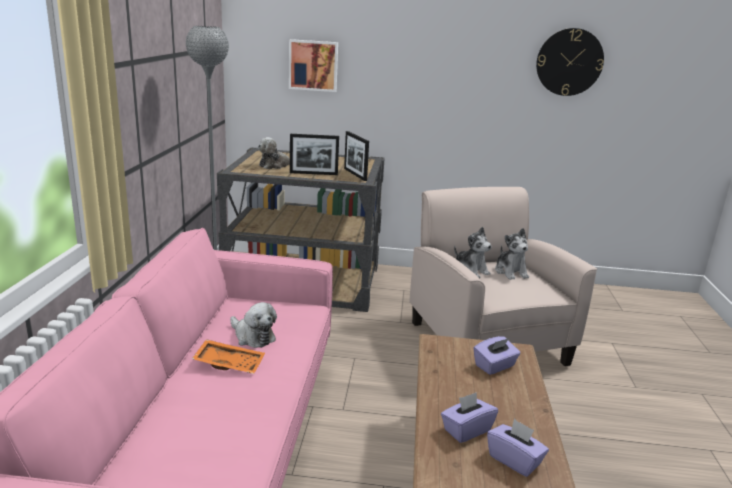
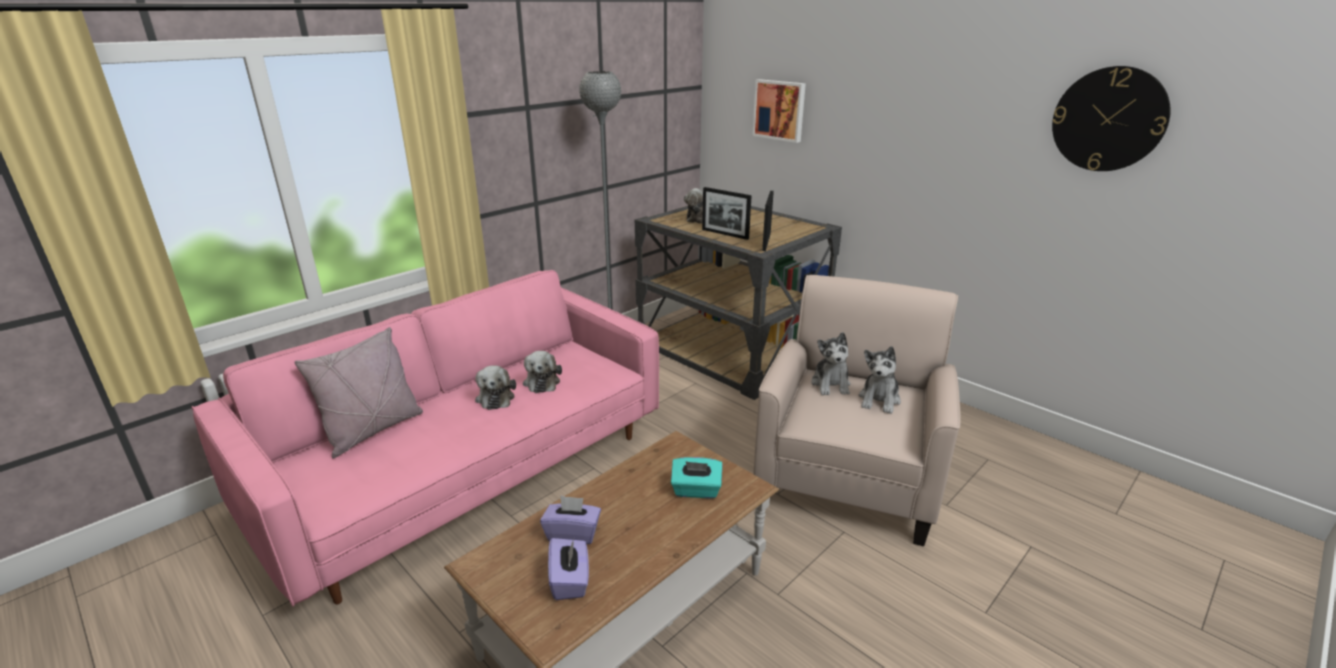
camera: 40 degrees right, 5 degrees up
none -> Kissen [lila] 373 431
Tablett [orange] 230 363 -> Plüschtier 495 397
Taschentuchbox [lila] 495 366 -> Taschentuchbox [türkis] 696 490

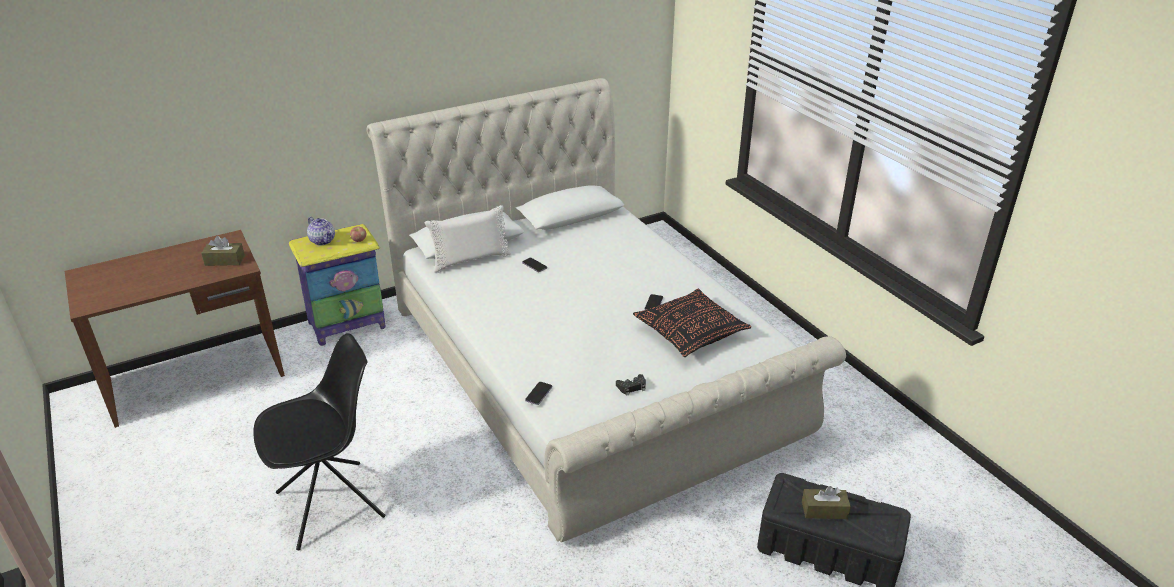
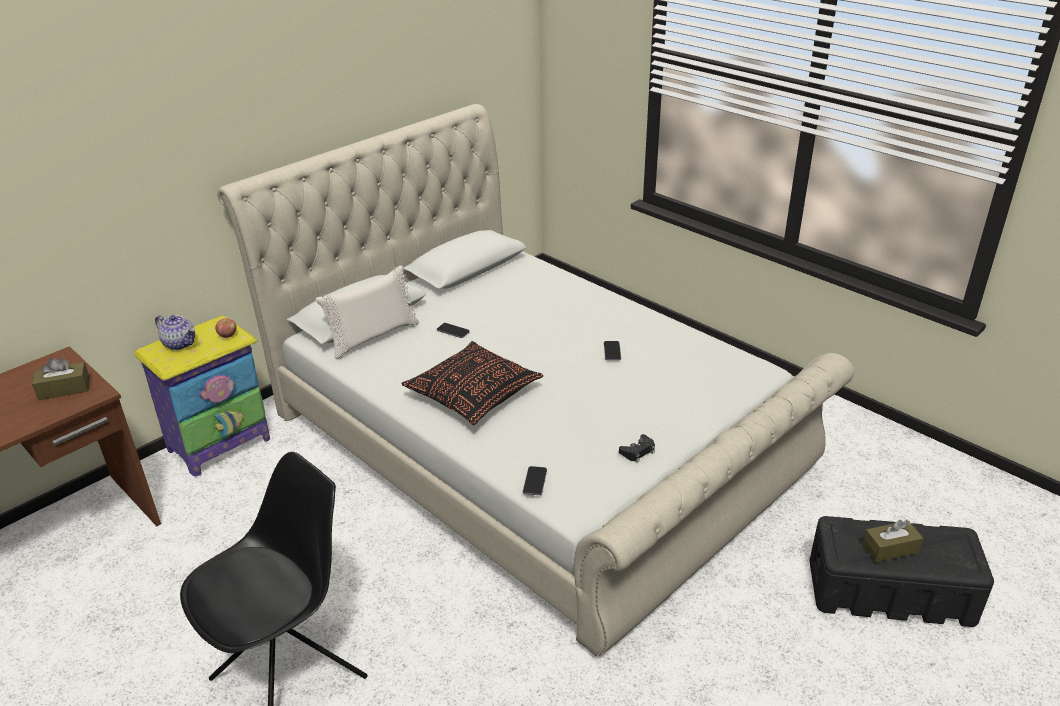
camera: 15 degrees left, 0 degrees up
Kissen [schwarz] 690 333 -> Kissen [schwarz] 474 395, shifted

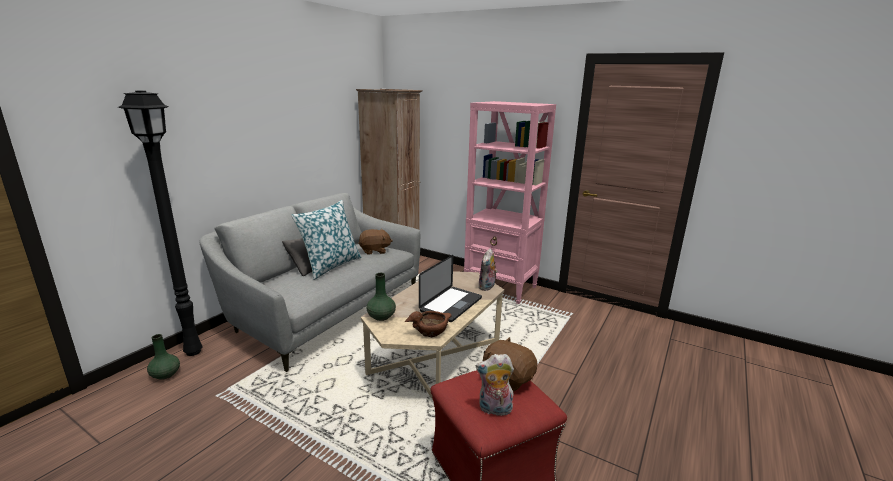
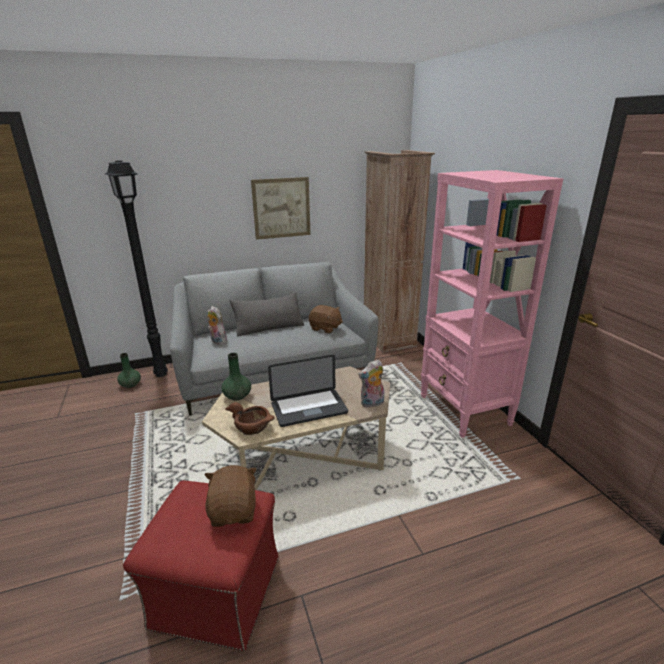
camera: 40 degrees right, 5 degrees up
Kissen 330 265 -> none
none -> Bild 281 208
Plüschtier 494 410 -> Plüschtier 217 341, shifted

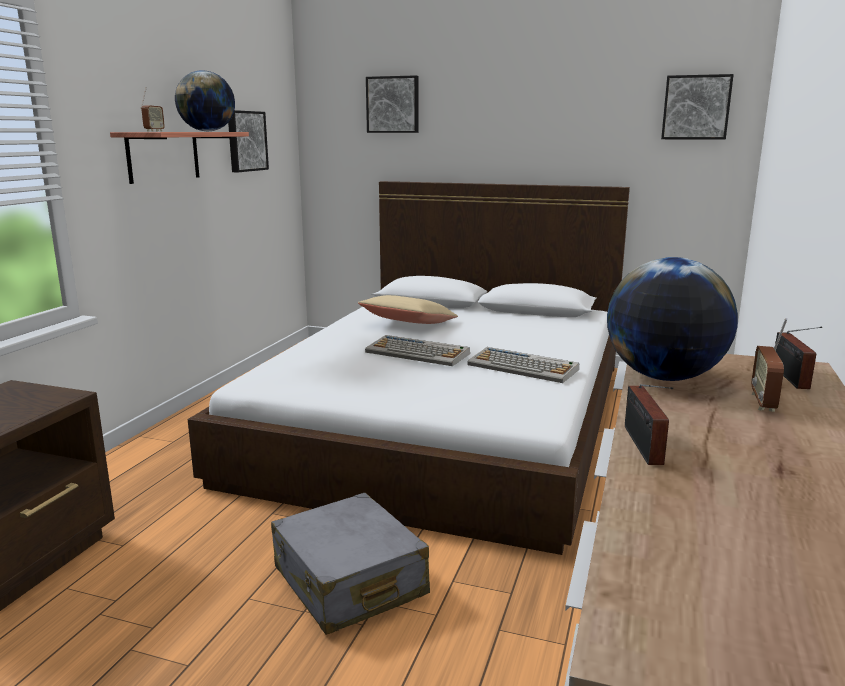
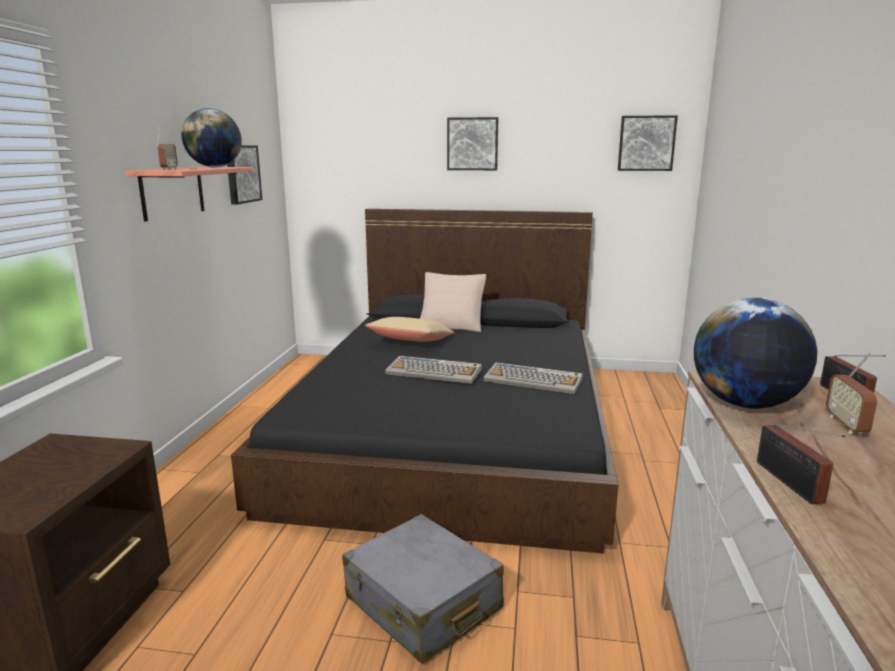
camera: 10 degrees left, 0 degrees up
none -> Kissen [beige] 452 325
Bild 393 104 -> Bild 472 144, shifted
Bett [weiß] 447 417 -> Bett [schwarz] 454 426

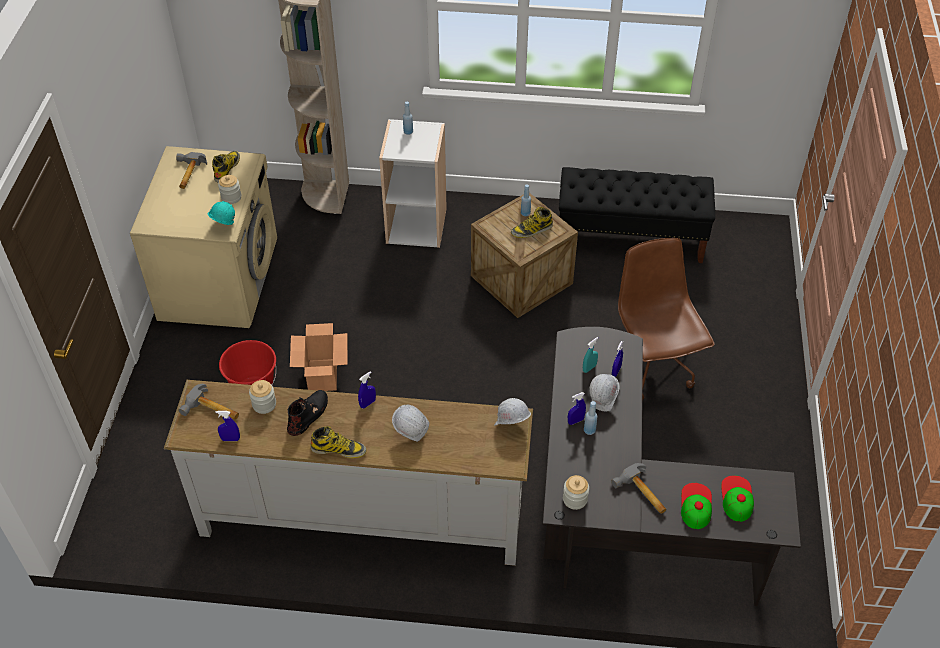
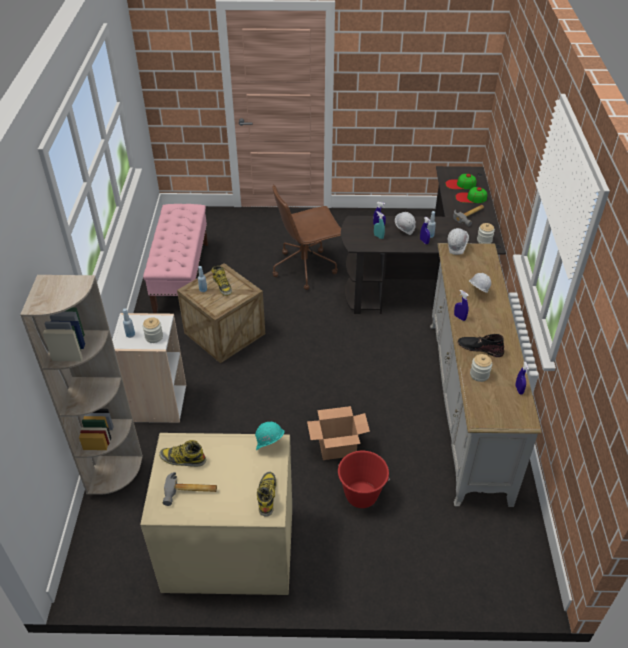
camera: 95 degrees left, 5 degrees down
Hammer 212 411 -> none
Vorratsglas 231 197 -> Vorratsglas 154 337, shifted
Stiefel 339 449 -> Stiefel 267 495, shifted
Bank [schwarz] 630 239 -> Bank [rosa] 181 277

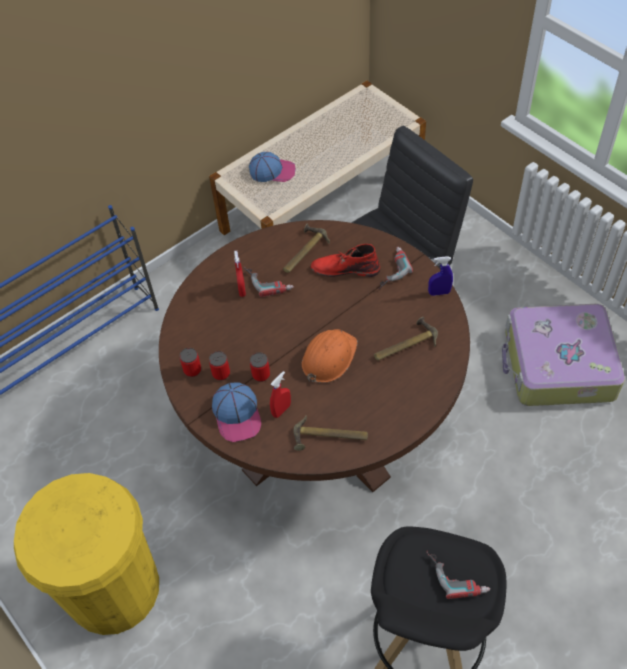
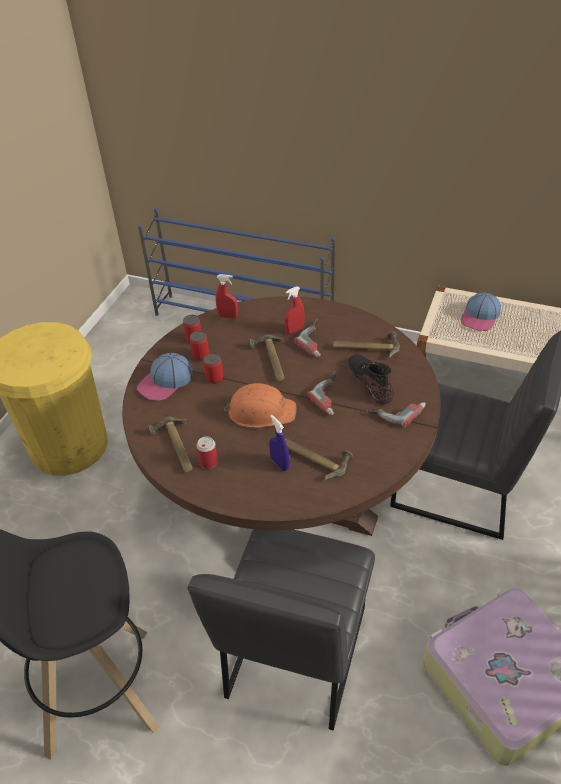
camera: 60 degrees right, 10 degrees down
none -> Stuhl [grau] 294 655
none -> Dose 208 462
none -> Hammer 270 361
Sprühflasche [rot] 281 410 -> Sprühflasche [rot] 228 316, shifted
Bohrmaschine 457 573 -> Bohrmaschine 332 396, shifted
Sprühflasche [blau] 439 293 -> Sprühflasche [blau] 279 463, shifted
Stiefel [rot] 345 268 -> Stiefel [schwarz] 370 380
Kappe 272 171 -> Kappe 480 317, 60 degrees clockwise

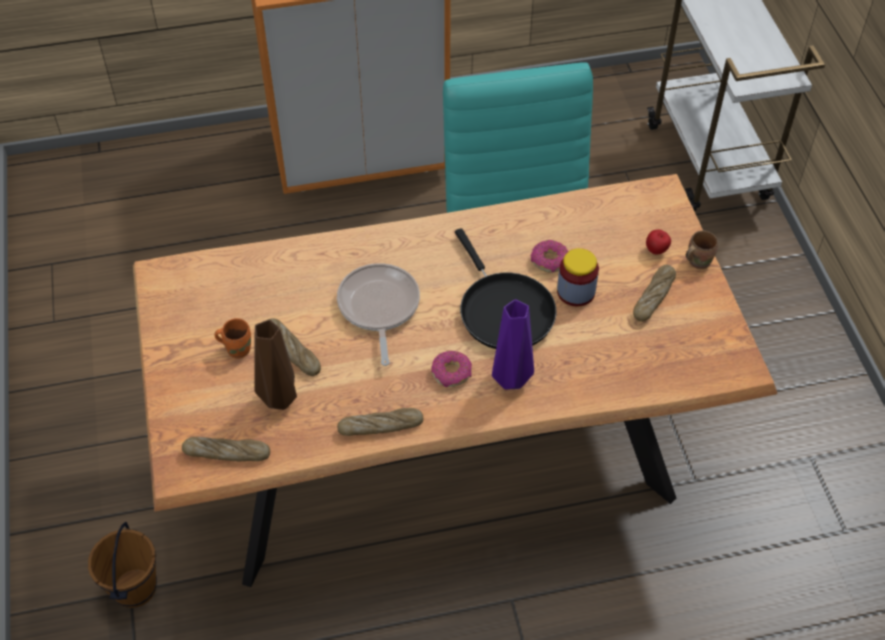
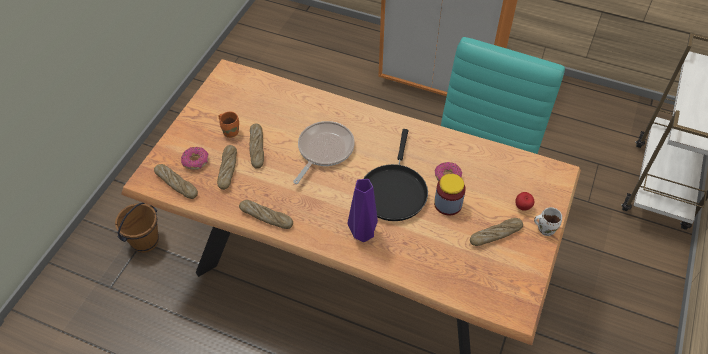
camera: 35 degrees right, 0 degrees up
Donut 451 373 -> Donut 196 161, shifted
Vase [braun] 278 397 -> Brot 227 169
Henkelbecher [braun] 697 261 -> Henkelbecher [weiß] 545 228

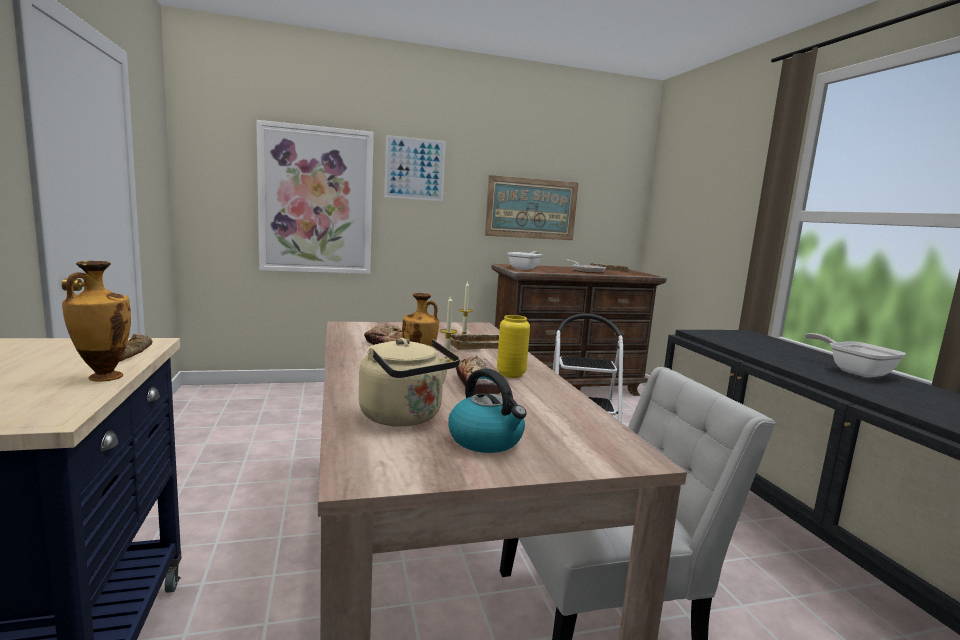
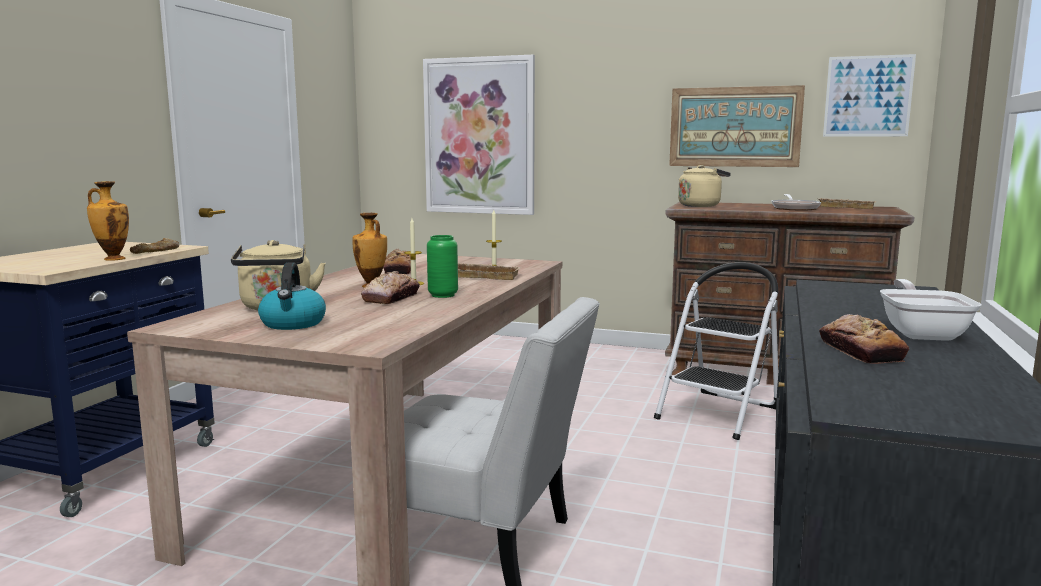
camera: 35 degrees right, 0 degrees up
none -> Brot 860 351
Bild 415 168 -> Bild 868 96, shifted
Pfanne 525 268 -> Wasserkessel [beige] 700 206
Vase [gelb] 511 374 -> Vase [grün] 443 295

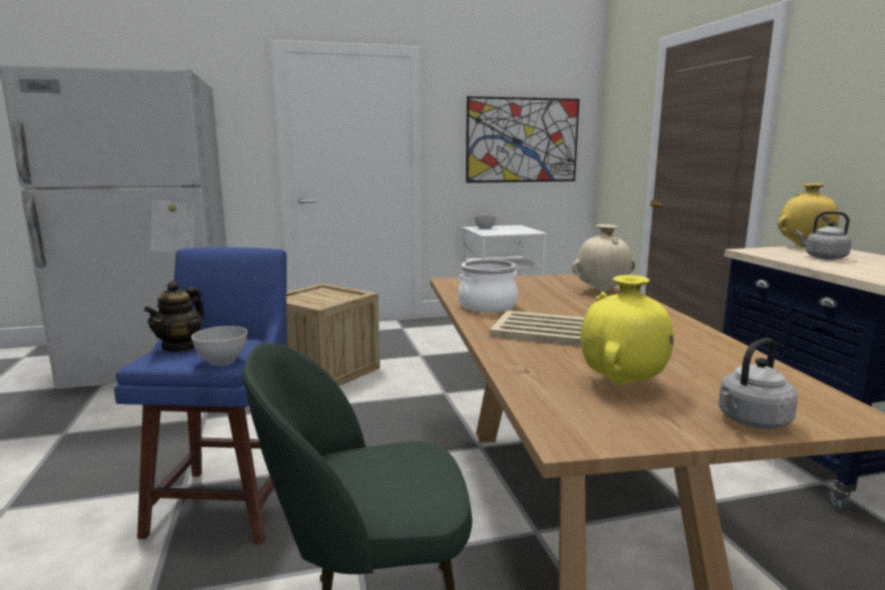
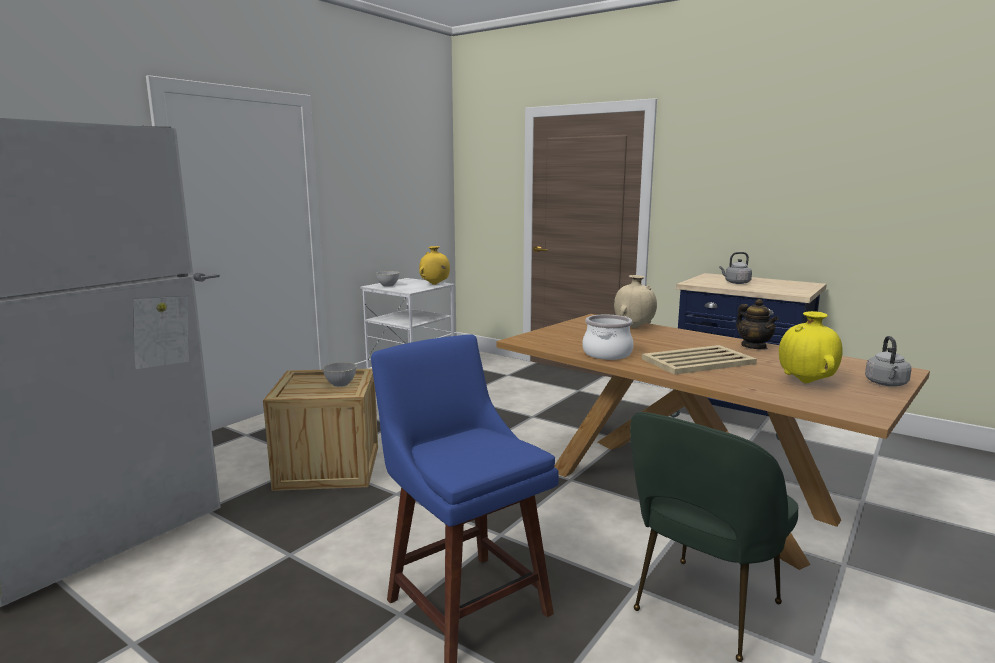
camera: 40 degrees left, 0 degrees up
Bild 522 140 -> none
Teekanne 180 346 -> Teekanne 754 347, shifted
Schüssel [grau] 222 361 -> Schüssel [grau] 340 384, shifted
Vase [gelb] 803 247 -> Vase [gelb] 434 284, shifted

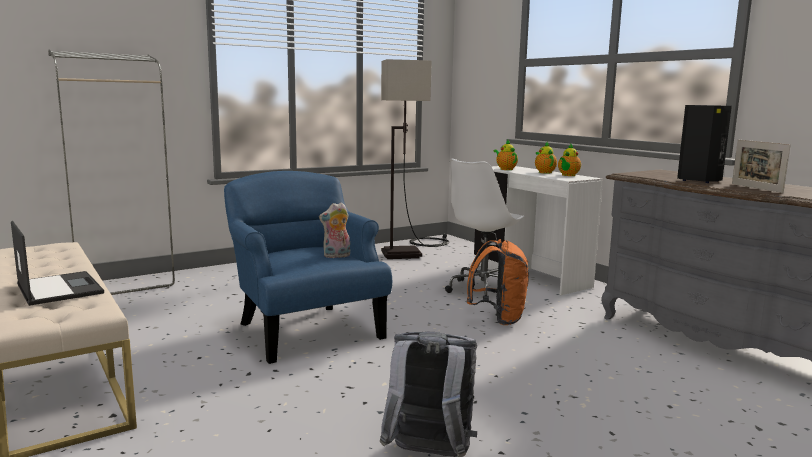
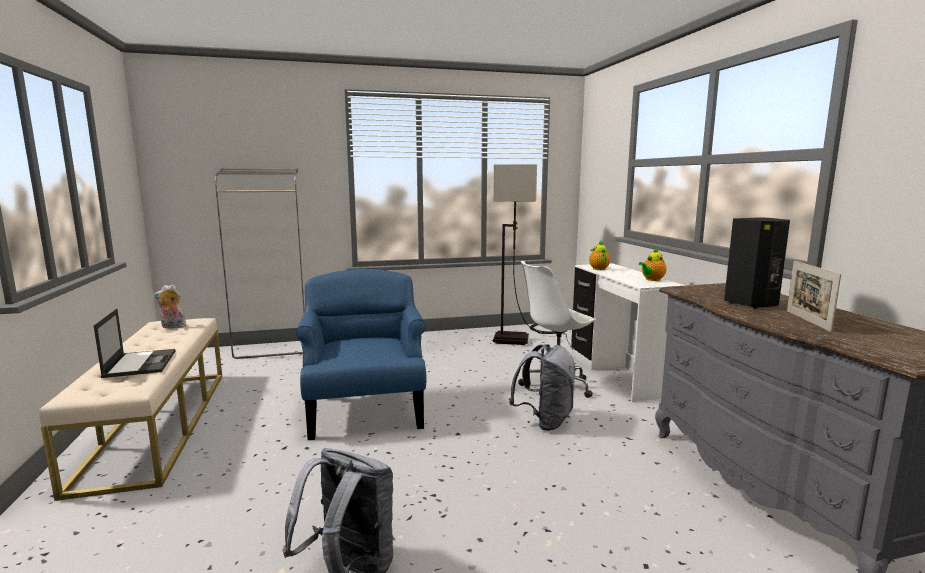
camera: 20 degrees right, 0 degrees up
Teekanne 544 172 -> none
Plüschtier 336 256 -> Plüschtier 172 327, shifted
Rucksack [orange] 498 318 -> Rucksack [grau] 545 421

